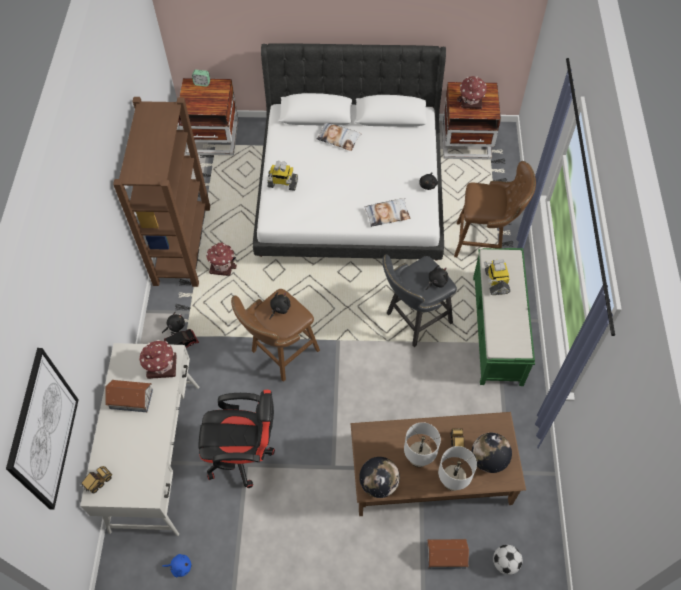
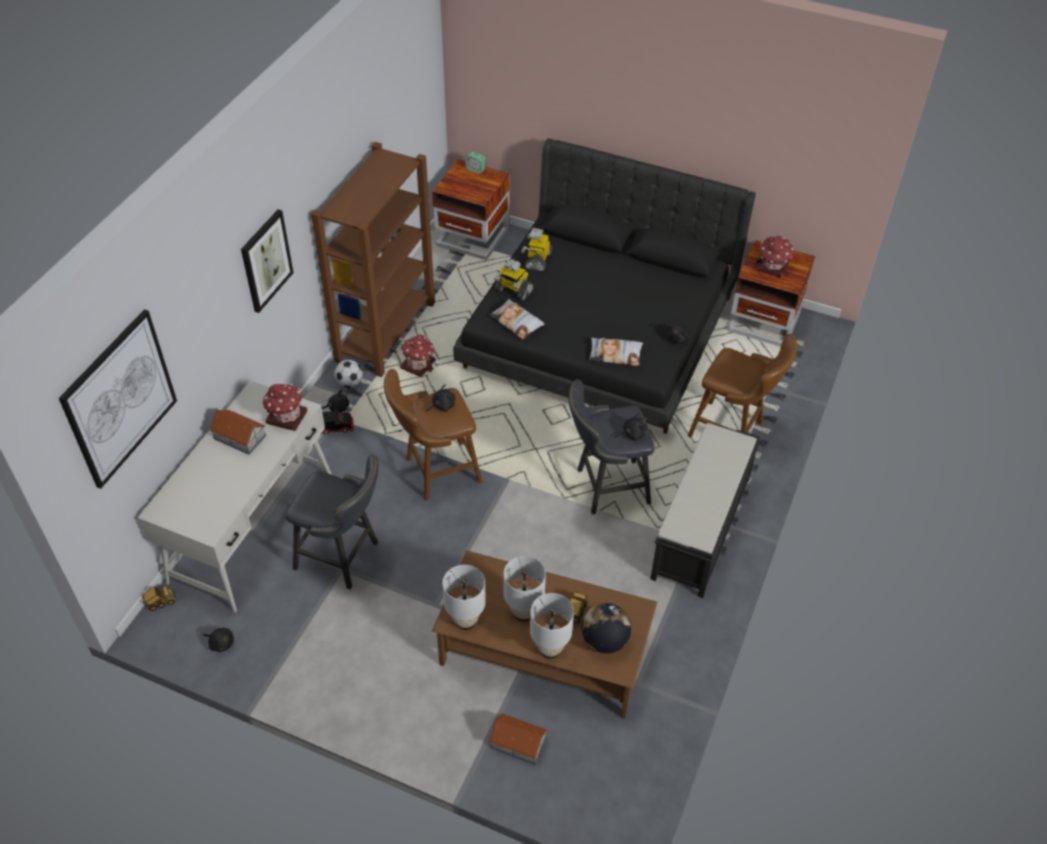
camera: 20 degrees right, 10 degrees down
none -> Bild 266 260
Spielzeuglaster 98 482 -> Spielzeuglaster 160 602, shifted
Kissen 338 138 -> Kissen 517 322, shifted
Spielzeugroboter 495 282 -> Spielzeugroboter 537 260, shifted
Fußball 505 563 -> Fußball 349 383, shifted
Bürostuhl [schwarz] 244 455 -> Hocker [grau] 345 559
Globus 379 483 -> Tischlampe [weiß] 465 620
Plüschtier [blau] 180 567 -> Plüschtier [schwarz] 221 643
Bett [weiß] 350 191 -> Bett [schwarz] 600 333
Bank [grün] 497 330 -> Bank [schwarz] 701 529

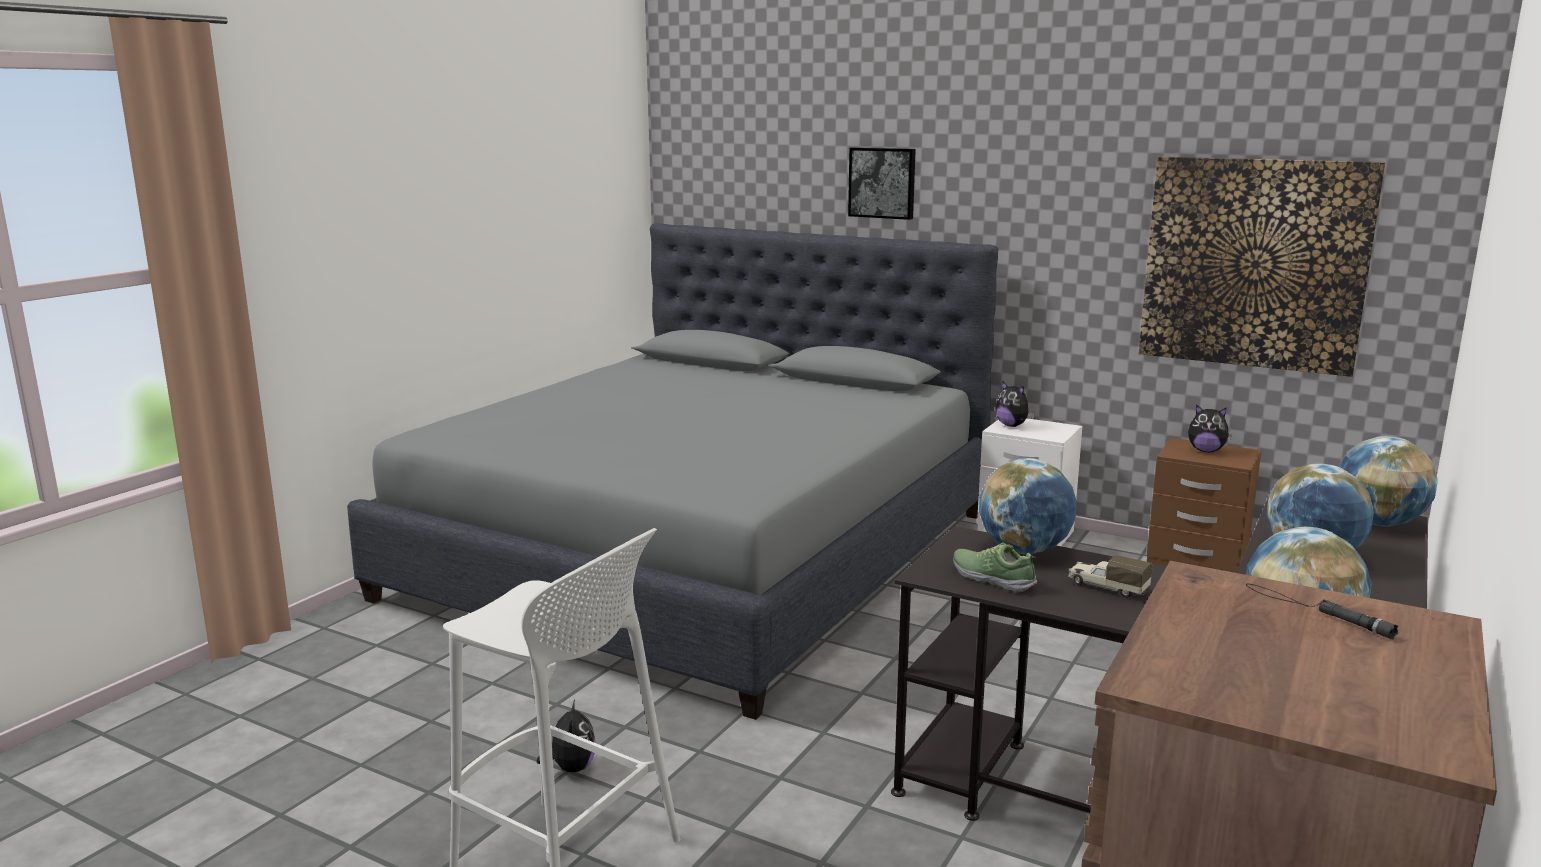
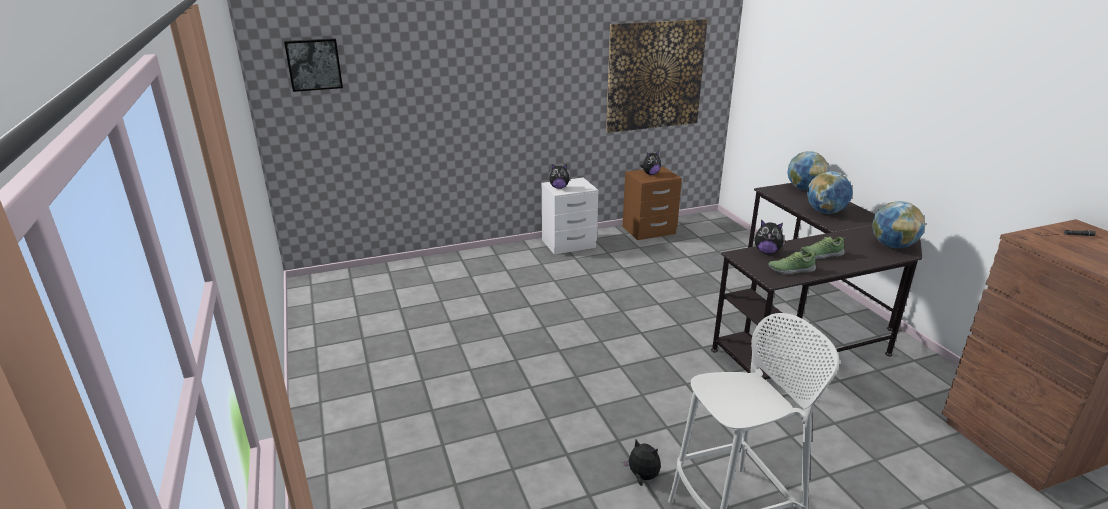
camera: 50 degrees left, 10 degrees up
Bett [grau] 700 554 -> none
Bild 882 182 -> Bild 314 64, shifted
Globus 1024 550 -> Plüschtier 767 251
Spielzeuglaster 1106 587 -> Schuh 821 254

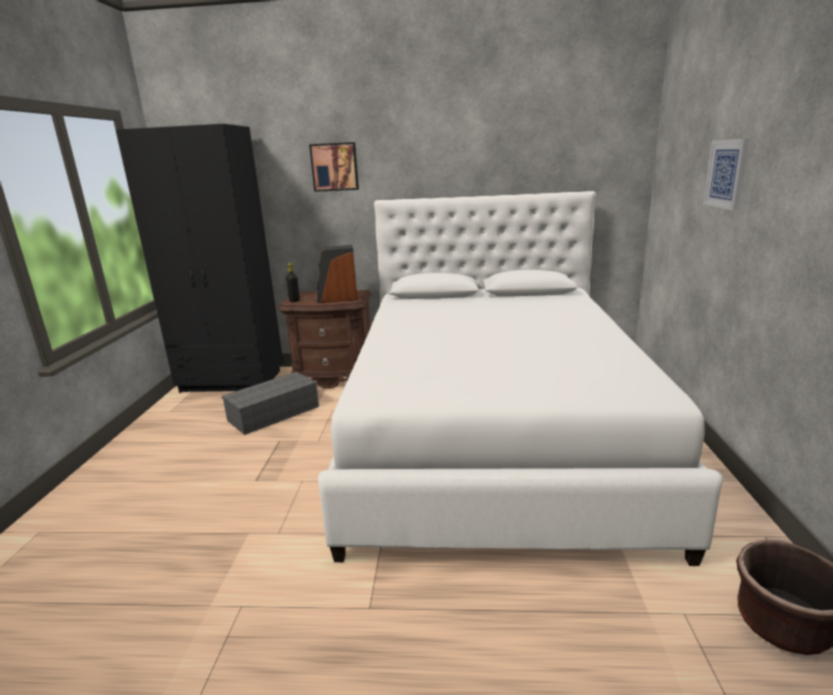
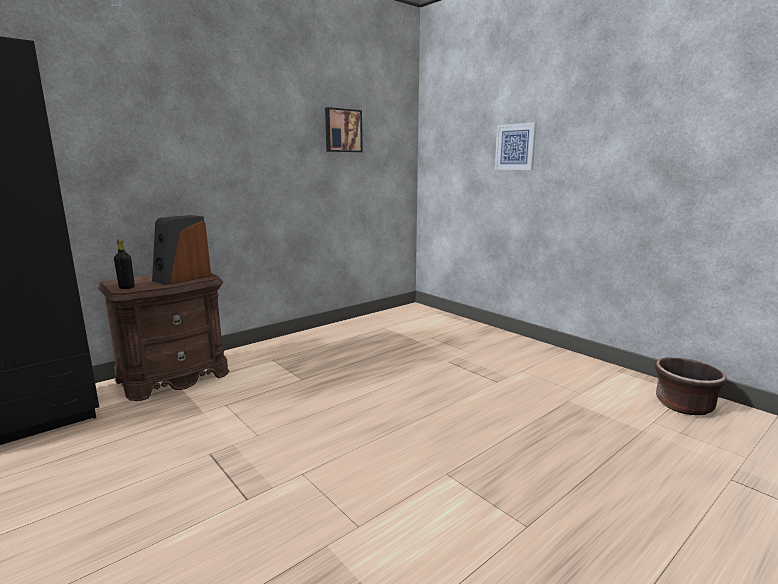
camera: 45 degrees left, 5 degrees down
Aufbewahrungsbox [grau] 273 414 -> none
Bett [weiß] 493 433 -> none
Bild 335 167 -> Bild 342 130, shifted

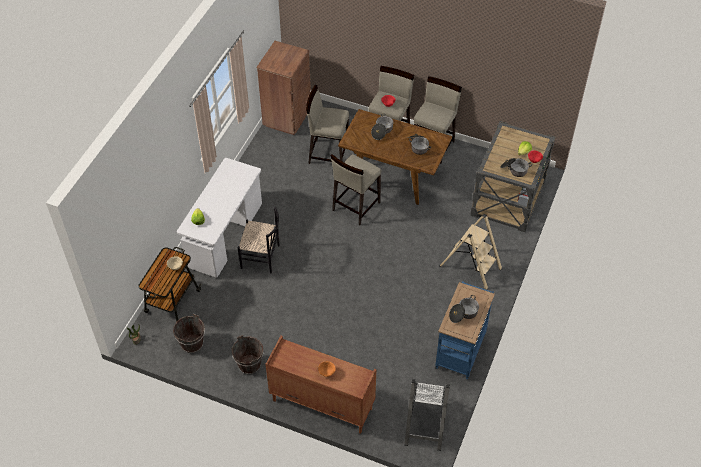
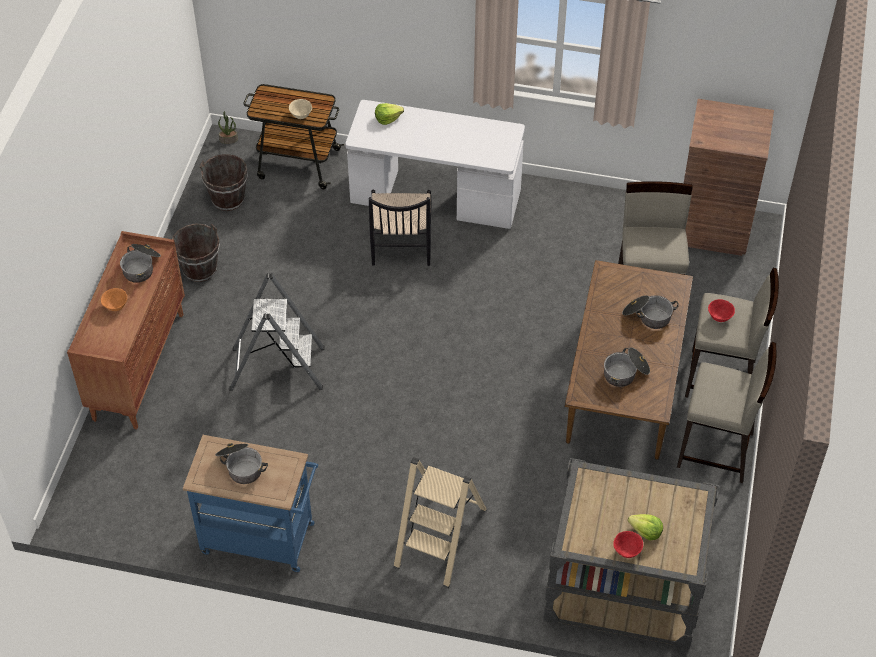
camera: 80 degrees right, 0 degrees up
Hocker [beige] 355 206 -> none
Trittleiter [grau] 425 421 -> Trittleiter [grau] 276 367, shifted
Kochtopf 514 170 -> Kochtopf 141 267, shifted

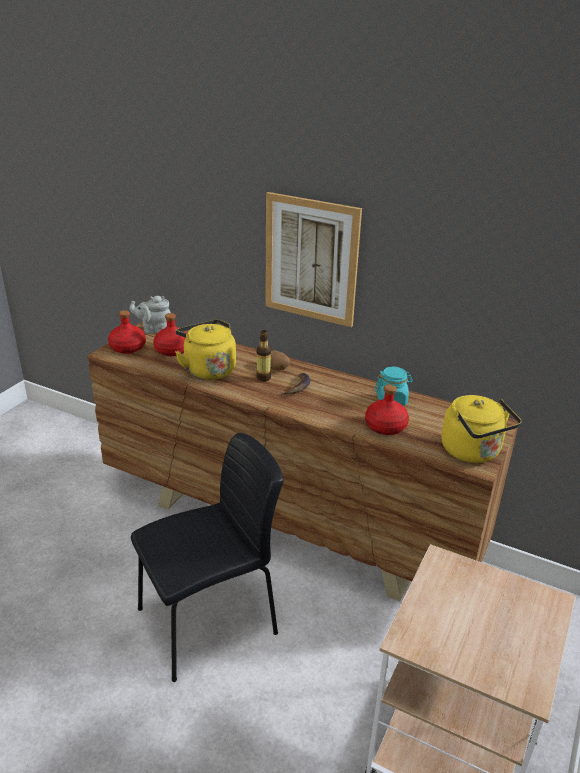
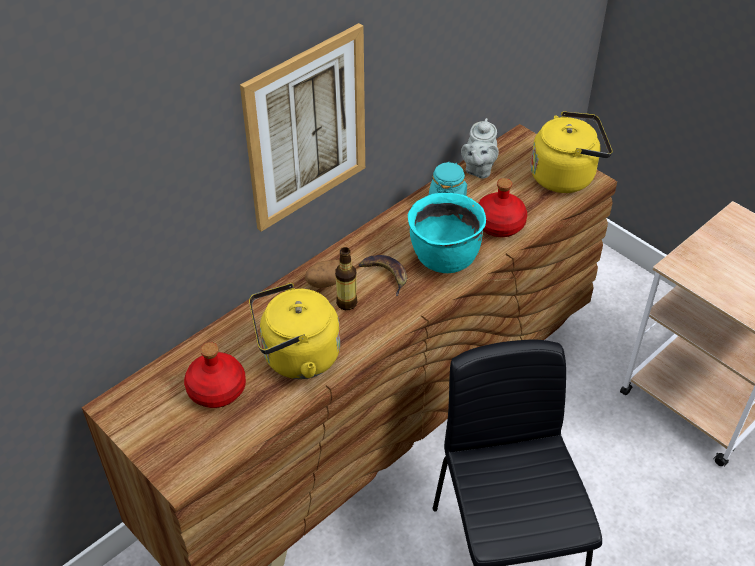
camera: 70 degrees left, 15 degrees up
Flasche [rot] 127 347 -> none
none -> Kochtopf [türkis] 444 258
Teekanne [grau] 154 330 -> Teekanne [grau] 478 169, shifted

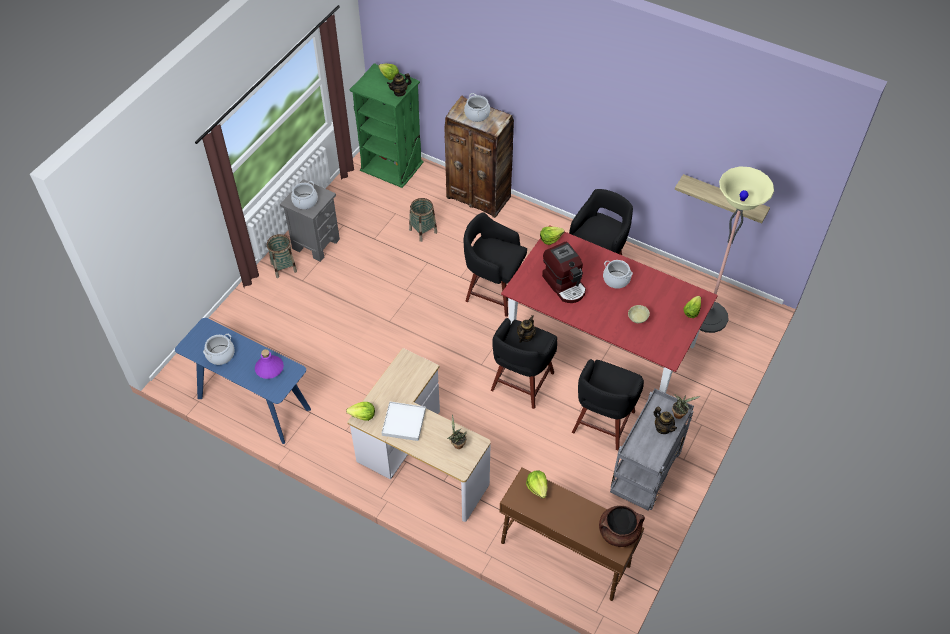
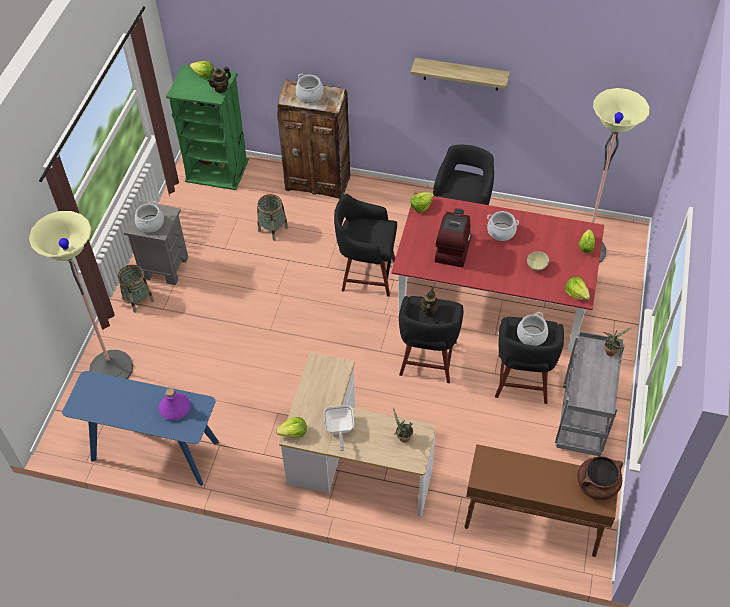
camera: 15 degrees left, 0 degrees up
Teekanne 663 428 -> none
none -> Stehlampe 111 369
Kochtopf 221 355 -> Kochtopf 531 336, shifted
Salatkopf 537 487 -> Salatkopf 576 293, shifted
Wandregal 723 199 -> Wandregal 461 74, shifted
Tablett [weiß] 403 422 -> Pfanne 339 429
Kaffeemaschine 565 284 -> Kaffeemaschine 452 248, 120 degrees counterclockwise

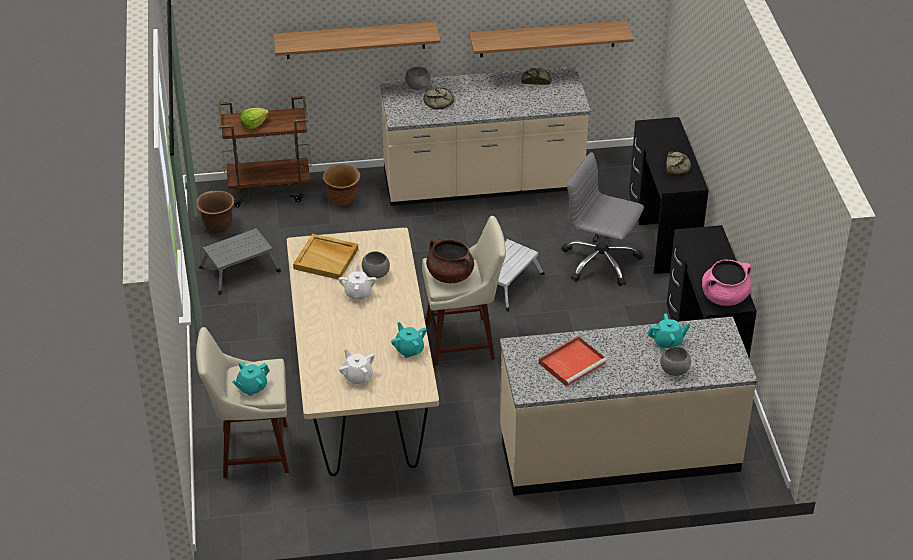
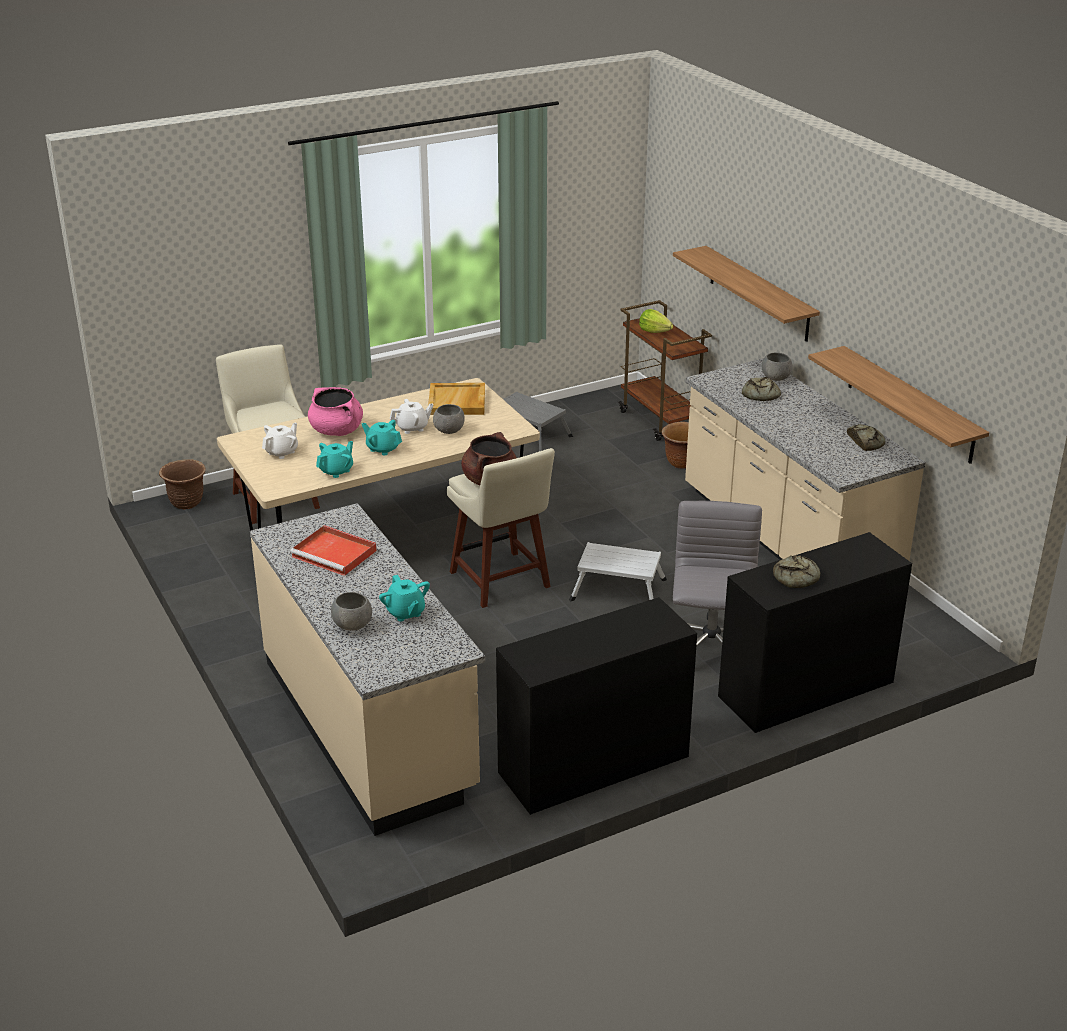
camera: 70 degrees right, 10 degrees down
Pflanzkübel [braun] 217 226 -> Pflanzkübel [braun] 186 502, shifted
Teekanne [türkis] 252 387 -> Teekanne [türkis] 382 449, shifted
Kochtopf [rosa] 724 297 -> Kochtopf [rosa] 337 431, shifted

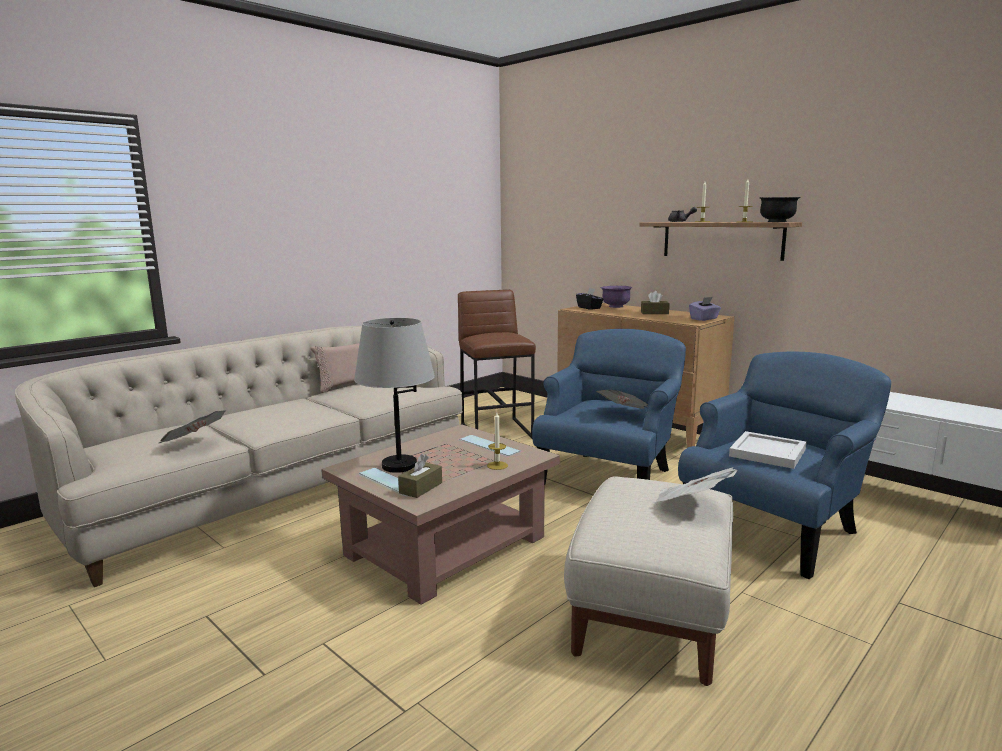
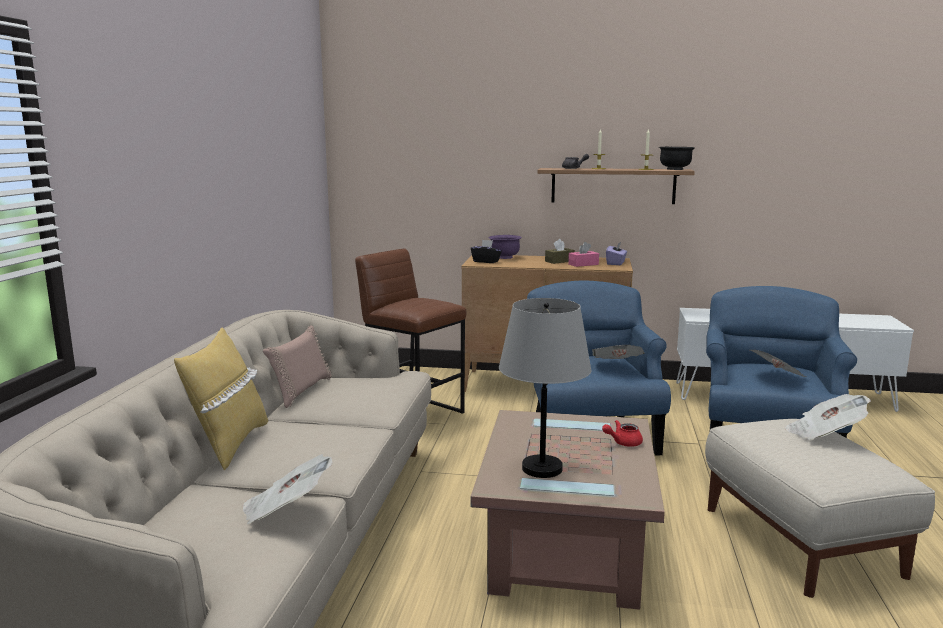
camera: 35 degrees left, 0 degrees up
Taschentuchbox [braun] 421 488 -> none
none -> Kissen [gelb] 229 444
none -> Taschentuchbox [rosa] 583 264
Kerze 497 465 -> Teekanne [rot] 623 443
Tablett [weiß] 769 452 -> Zeitung 778 378

